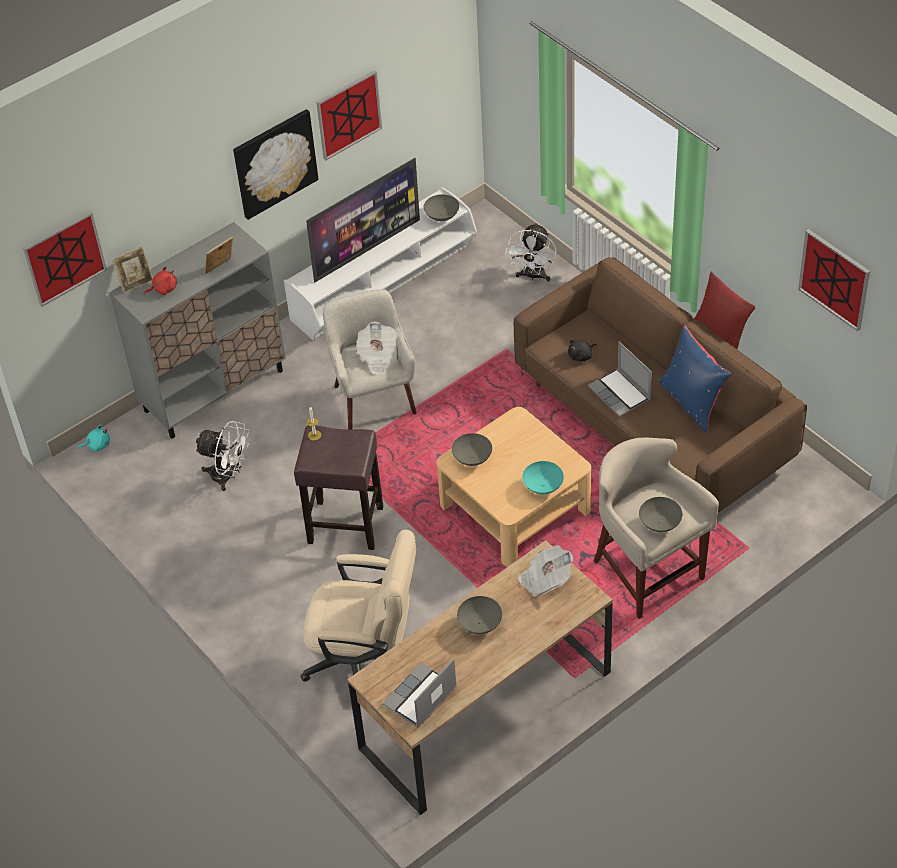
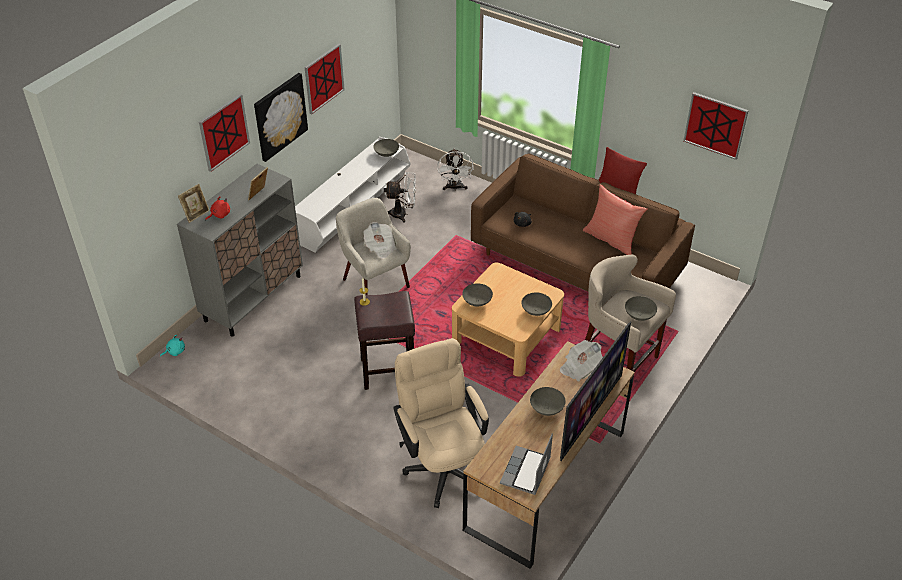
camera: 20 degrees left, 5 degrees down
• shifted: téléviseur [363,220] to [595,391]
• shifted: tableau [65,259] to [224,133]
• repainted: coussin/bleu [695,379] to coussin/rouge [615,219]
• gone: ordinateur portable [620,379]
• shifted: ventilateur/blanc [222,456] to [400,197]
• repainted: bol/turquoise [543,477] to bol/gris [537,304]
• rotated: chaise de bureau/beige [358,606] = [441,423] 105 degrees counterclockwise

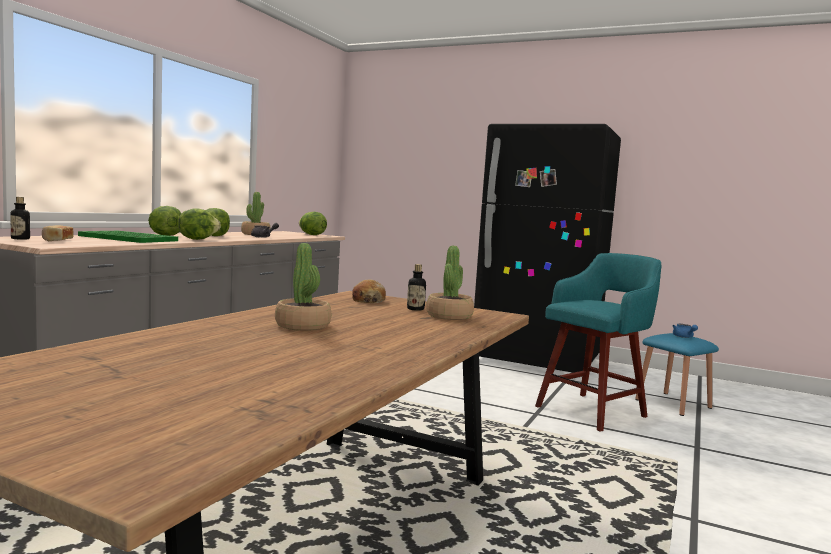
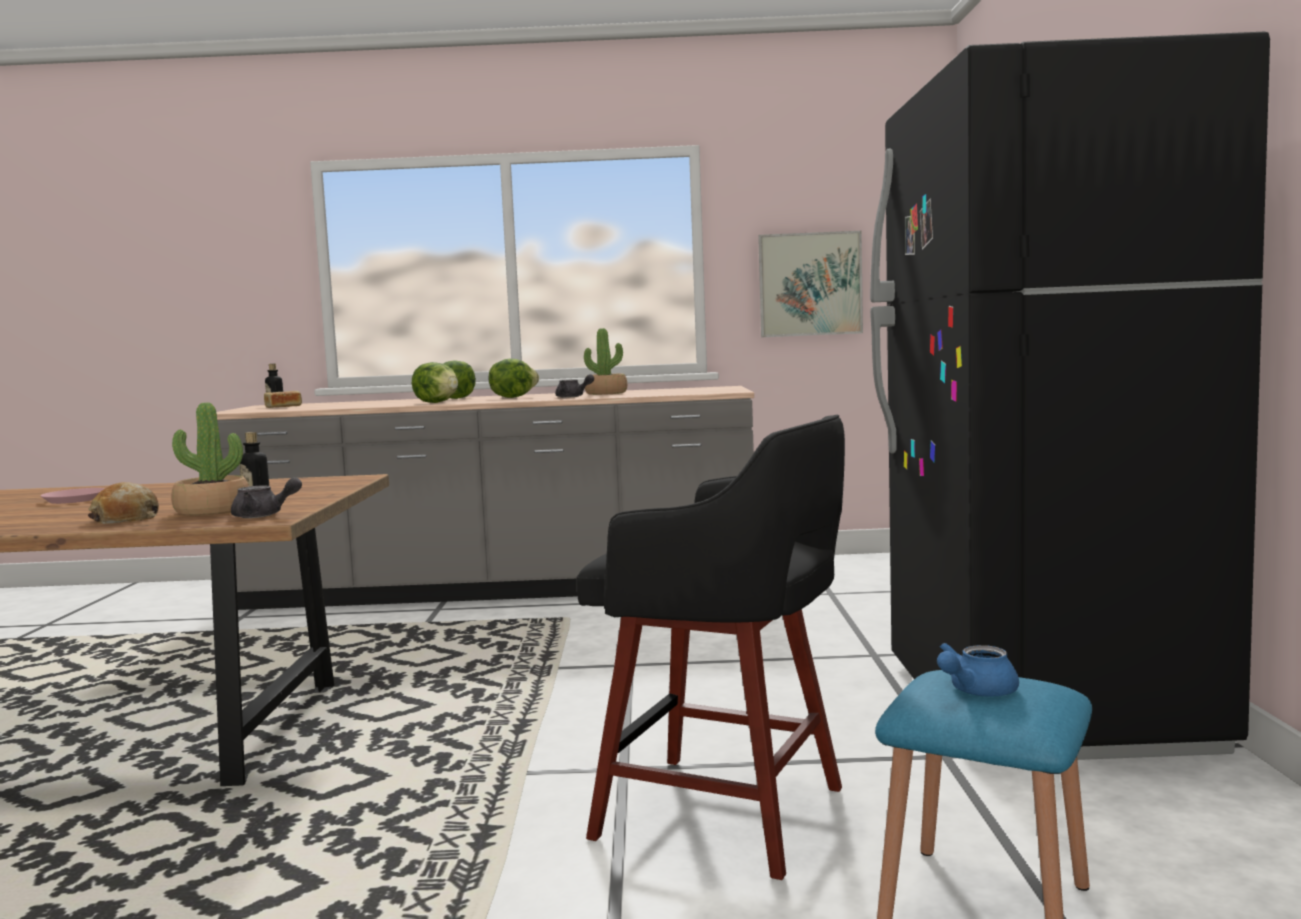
camera: 65 degrees right, 0 degrees up
• gone: laitue [313,223]
• gone: plateau/vert [128,237]
• swapped: plante en pot [303,287] to assiette/rose [73,496]
• repainted: tabouret/turquoise [598,342] to tabouret/noir [711,647]
• shifted: pain [369,291] to [123,503]
• new: tableau [810,284]
• new: théière/gris [266,497]

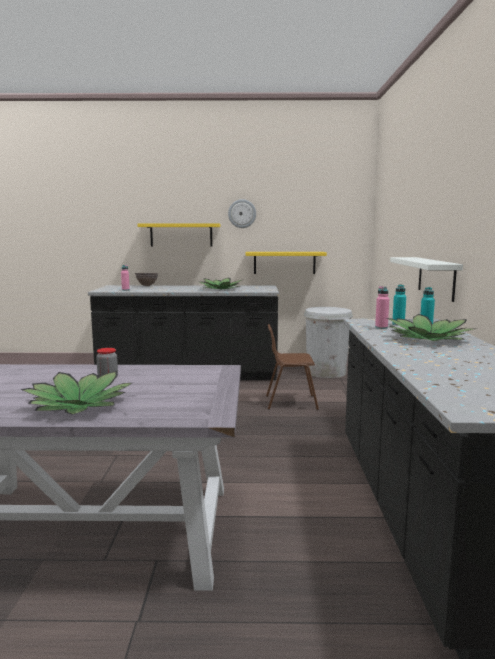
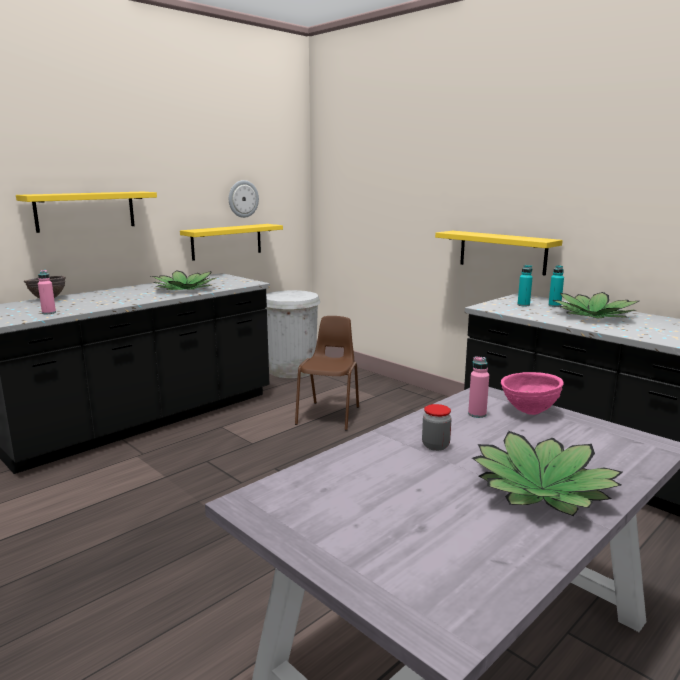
camera: 45 degrees left, 5 degrees up
• shifted: horloge murale [242,213] to [244,199]
• repainted: étagère/blanc [426,279] to étagère/jaune [499,253]
• shifted: bouteille/rose [382,307] to [478,387]
• rotated: chaise/marron [292,367] = [327,373] 150 degrees clockwise
• new: bol/rose [532,393]

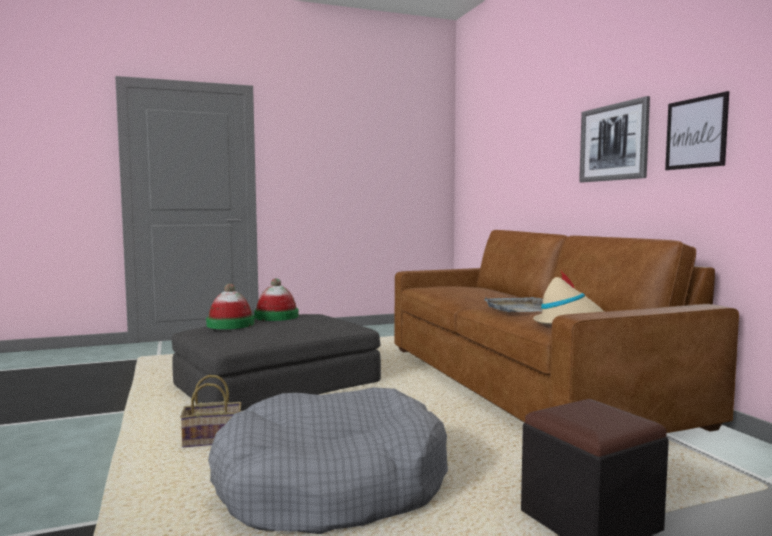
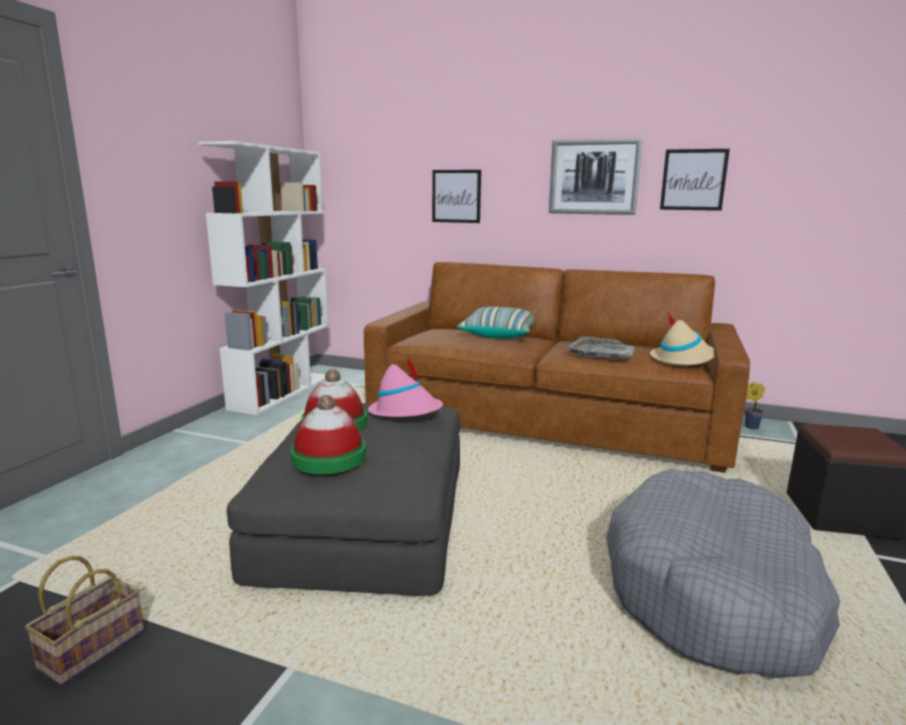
camera: 50 degrees left, 10 degrees up
• shifted: panier [210,411] to [84,621]
• new: bibliothèque/blanc [263,278]
• new: tableau [456,196]
• new: coussin [495,323]
• new: chapeau/rose [405,386]
• new: plante en pot [754,405]

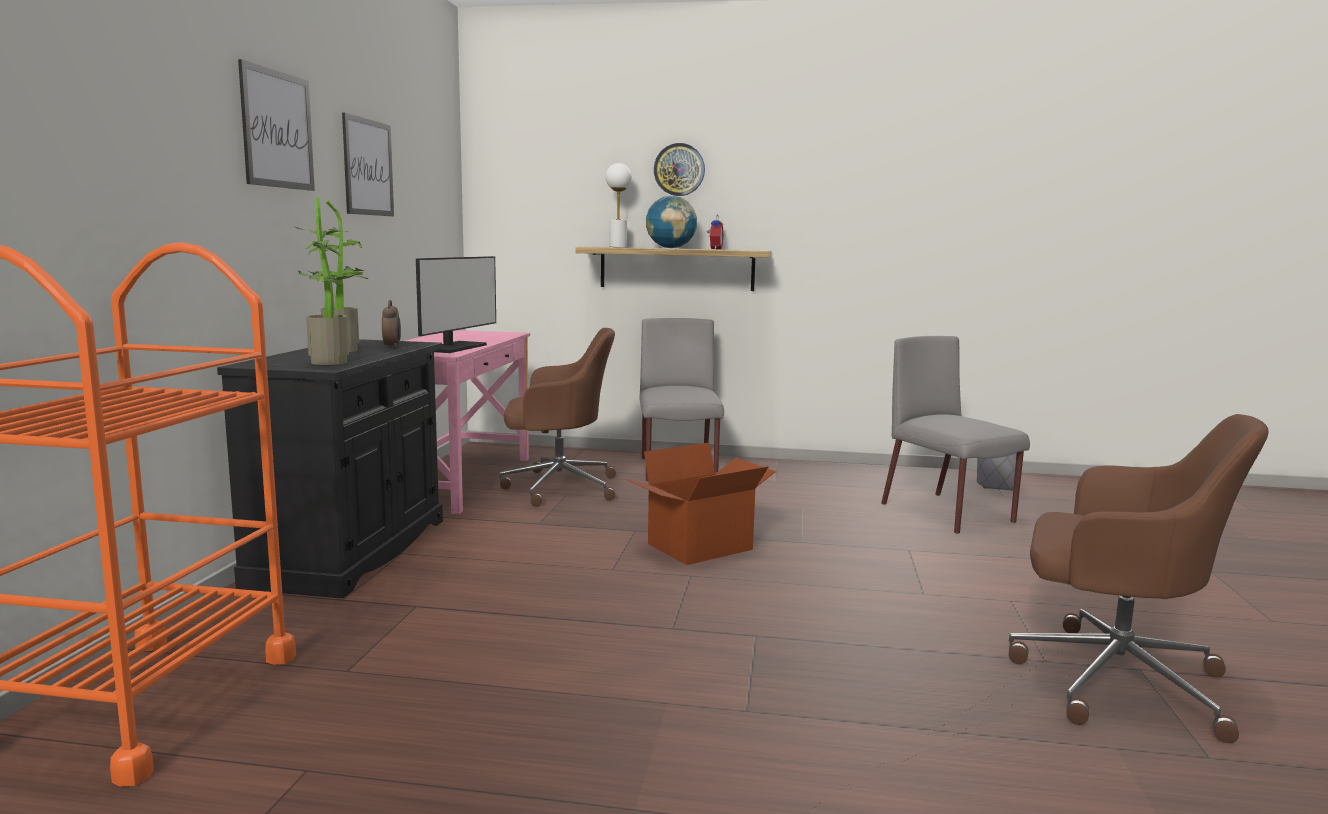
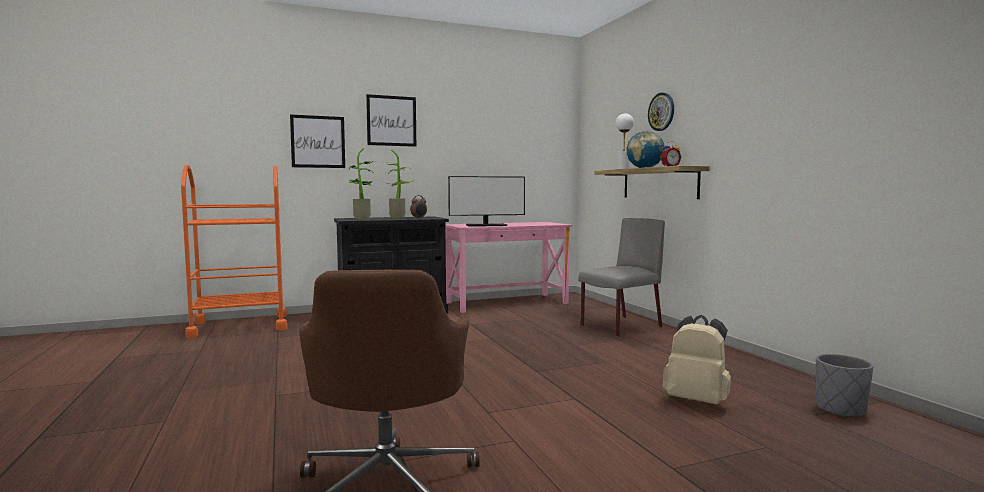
camera: 60 degrees right, 5 degrees down
• shifted: tableau [368,164] to [317,141]
• gone: chaise de bureau/marron [557,417]
• swapped: chaise/gris [955,435] to sac à dos/beige [697,359]
• gone: carton [700,503]

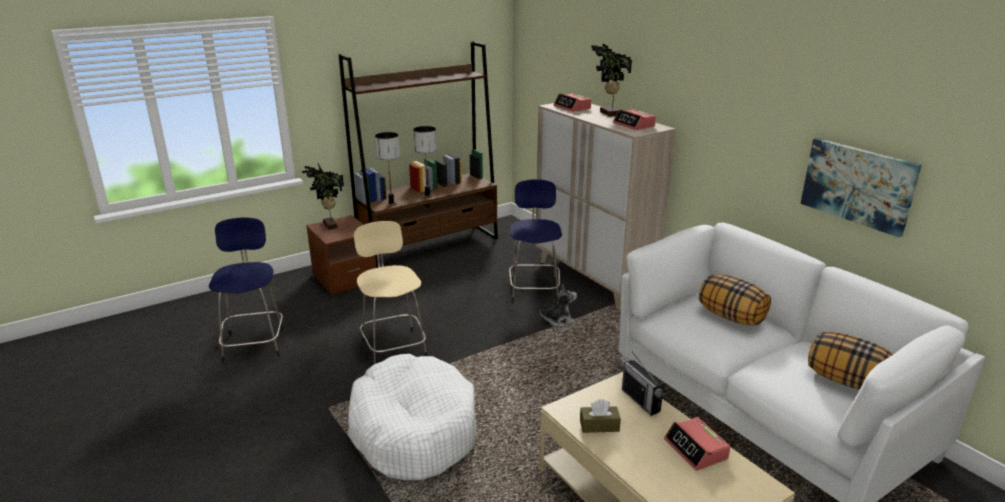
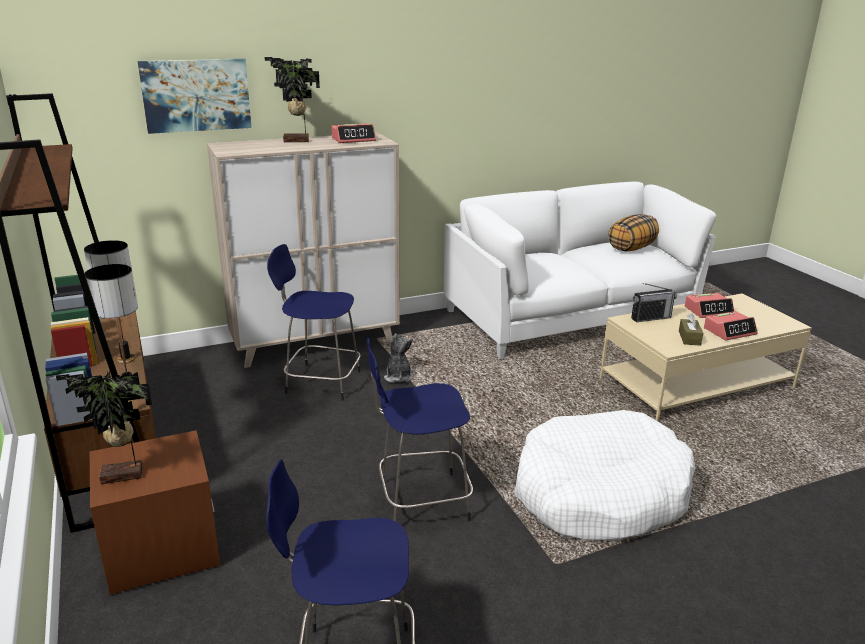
camera: 80 degrees left, 0 degrees up
• shifted: réveil [572,102] to [731,326]
• shifted: tableau [861,187] to [194,96]
• repainted: tabouret/beige [390,292] to tabouret/bleu [420,429]
• gone: coussin [735,299]

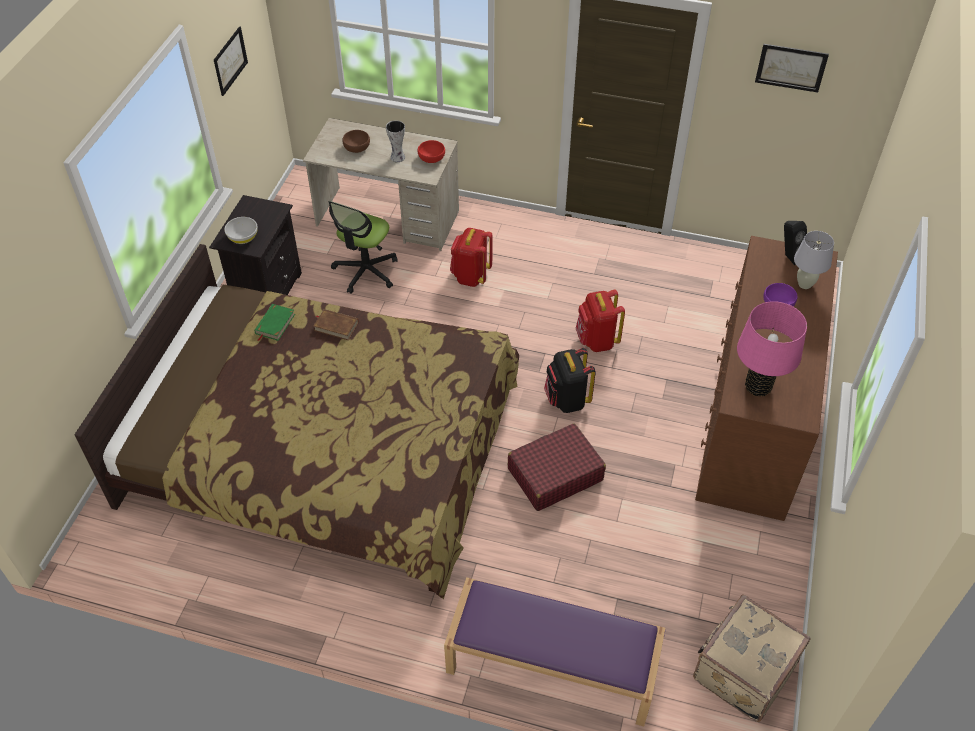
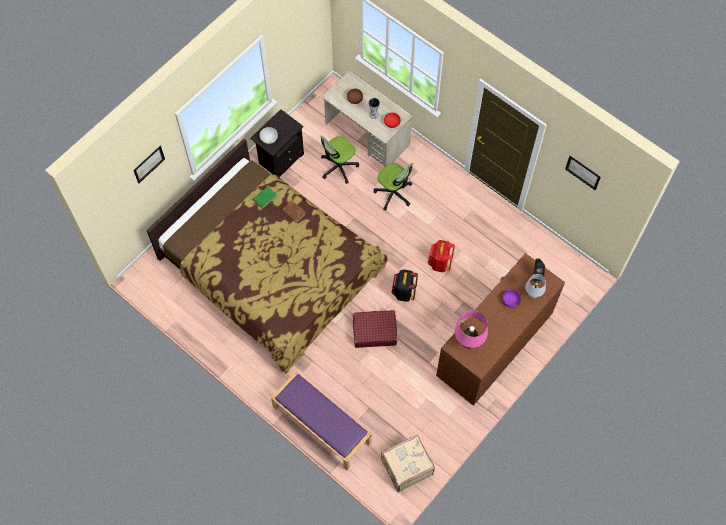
camera: 25 degrees right, 15 degrees up
• shifted: tableau [231,61] to [149,164]
• swapped: sac à dos/rouge [471,257] to chaise de bureau [393,186]

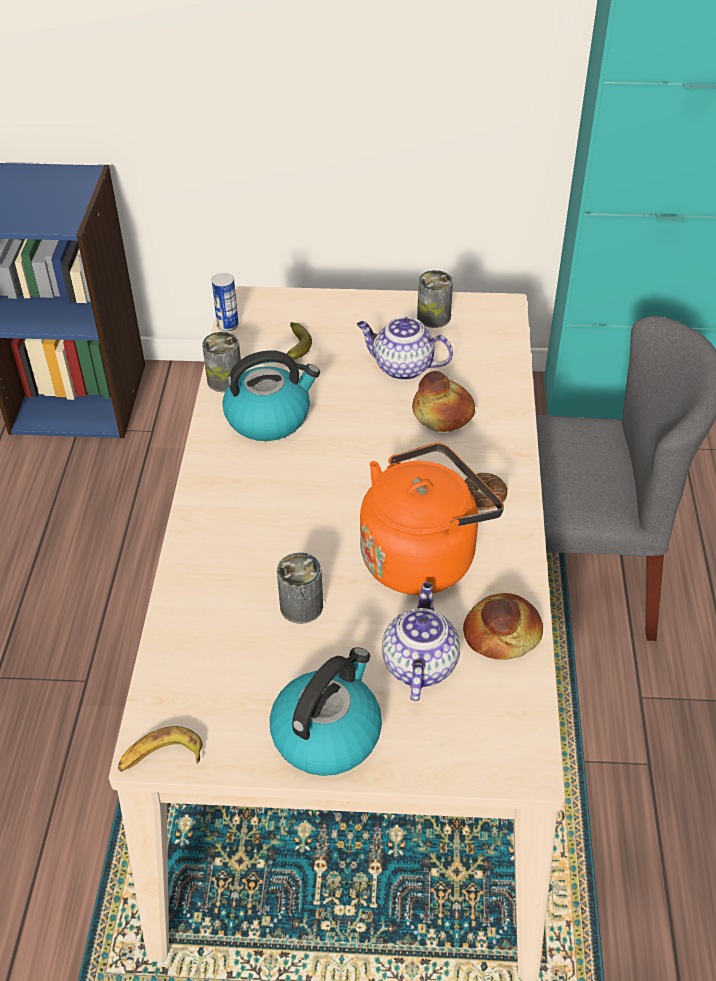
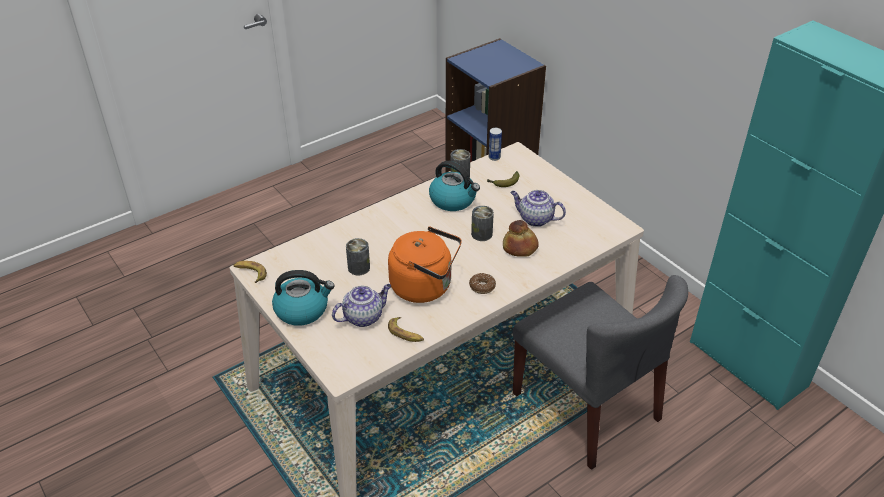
camera: 50 degrees right, 5 degrees down
• shifted: boîte métallique [435,299] to [482,223]
• rotated: théière [405,348] = [538,208] 45 degrees counterclockwise
• swapped: pain [503,626] to banane [406,329]

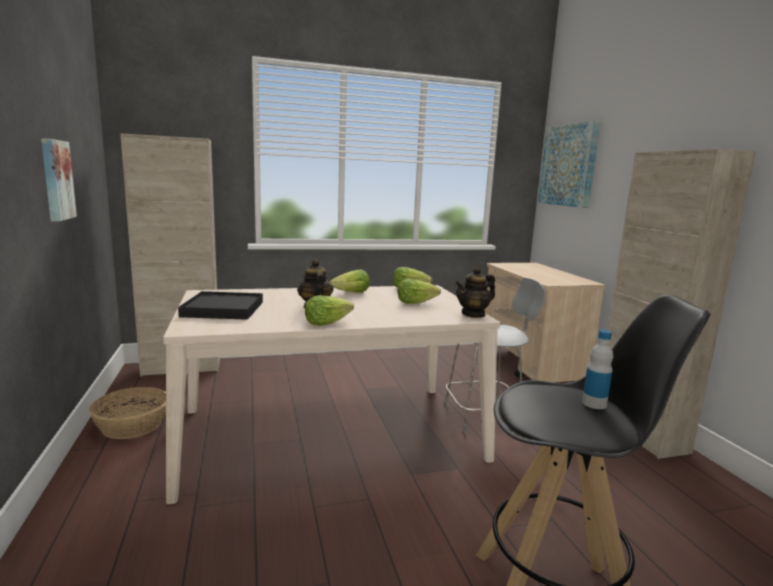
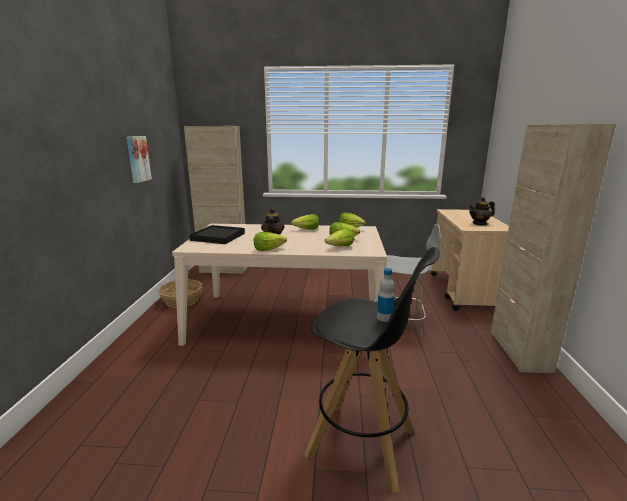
camera: 20 degrees right, 5 degrees up
• gone: tableau [569,164]
• shifted: théière [475,292] to [482,211]
• new: laitue [340,237]

